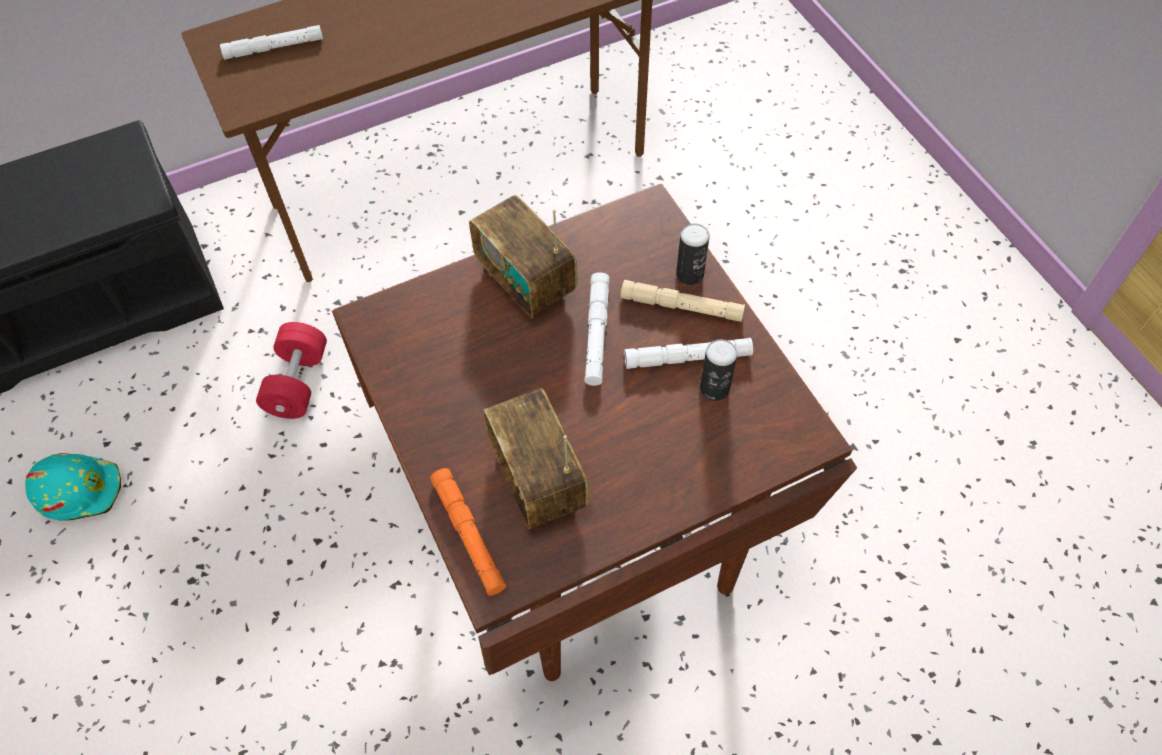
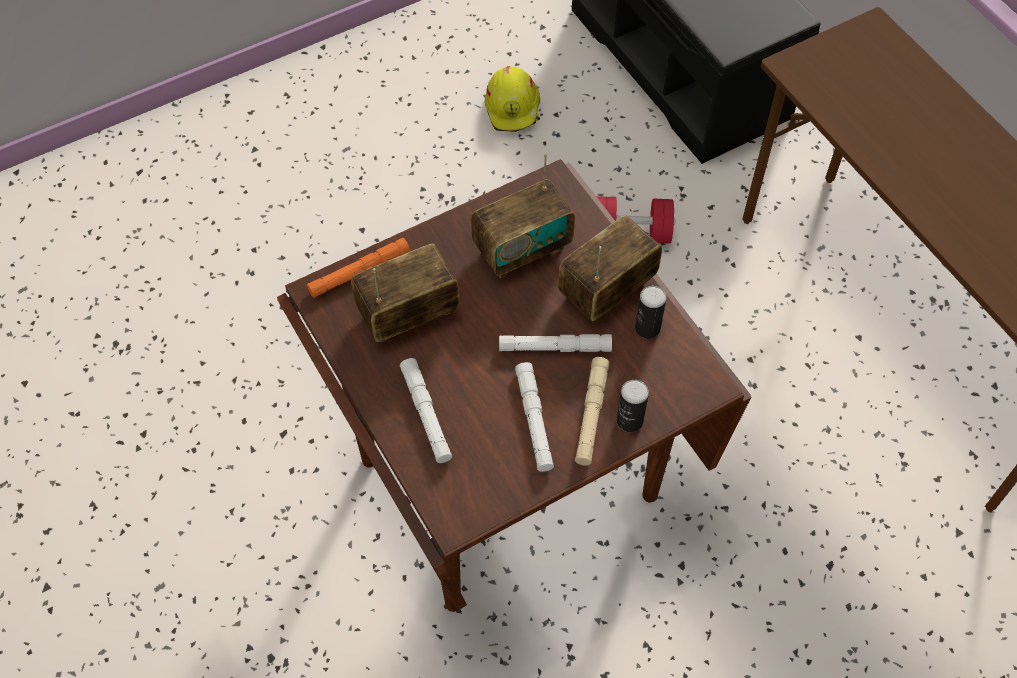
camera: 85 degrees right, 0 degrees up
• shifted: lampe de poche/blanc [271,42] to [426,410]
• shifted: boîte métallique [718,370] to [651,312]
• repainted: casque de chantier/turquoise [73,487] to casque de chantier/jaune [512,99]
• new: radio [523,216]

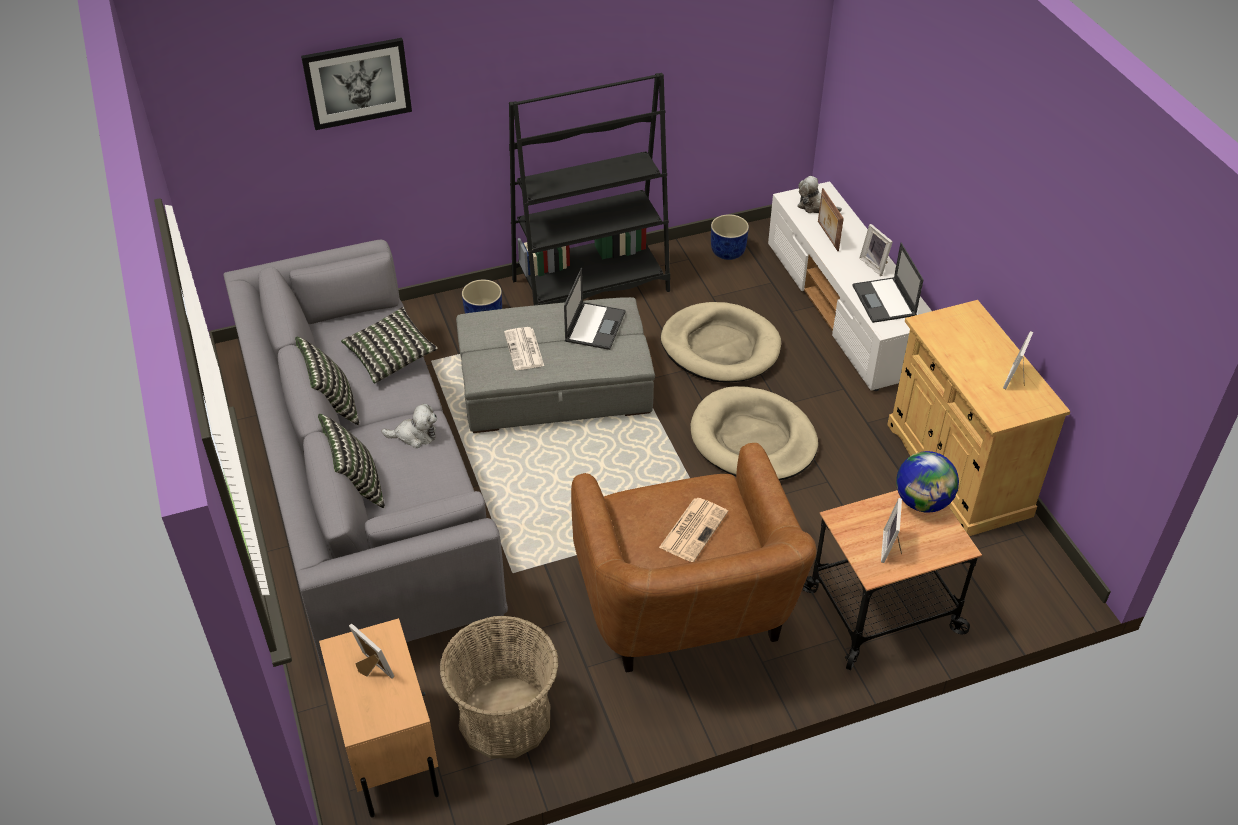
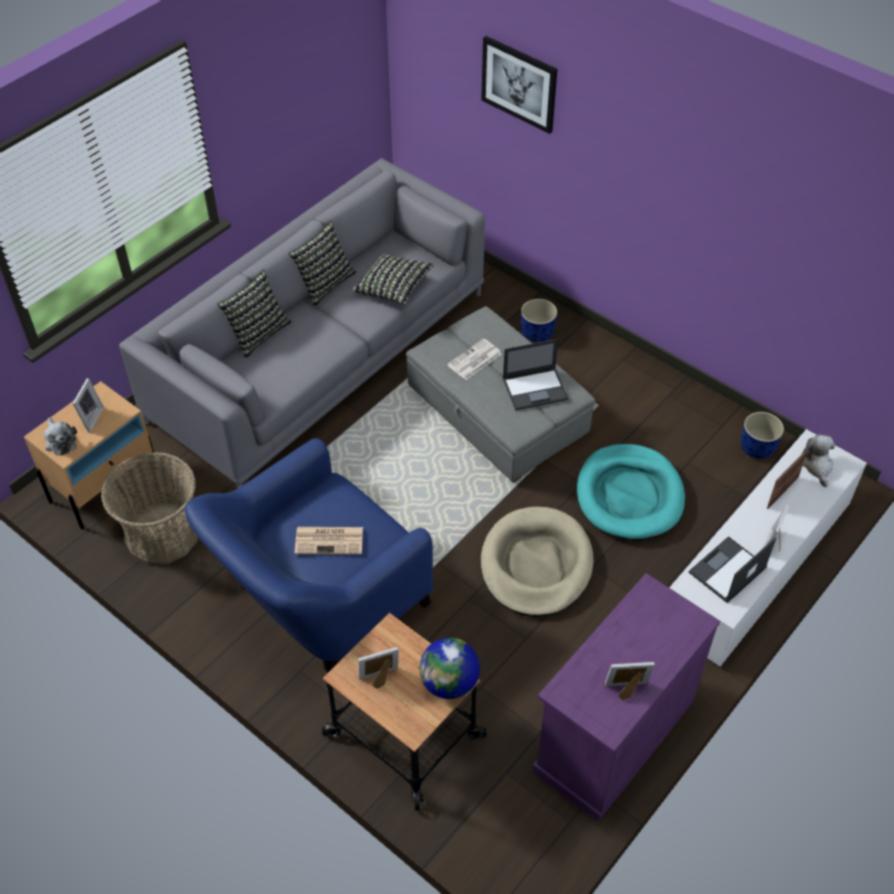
camera: 60 degrees right, 5 degrees up
• gone: bibliothèque/noir [589,189]
• repainted: meuble de rangement/beige [979,418] to meuble de rangement/violet [626,697]
• repainted: panier pour chien/beige [721,342] to panier pour chien/turquoise [631,492]
• shifted: peluche [409,426] to [60,436]
• repainted: fauteuil/marron [694,557] to fauteuil/bleu [309,555]

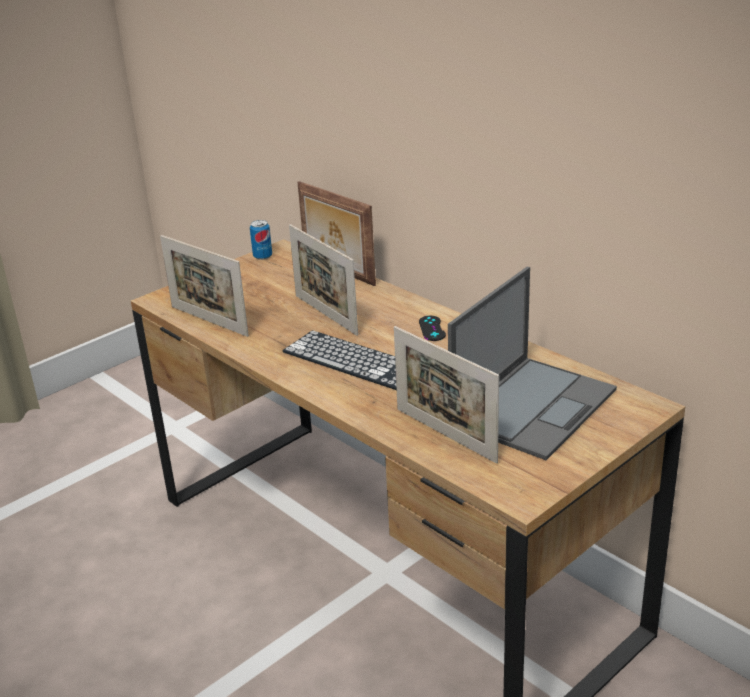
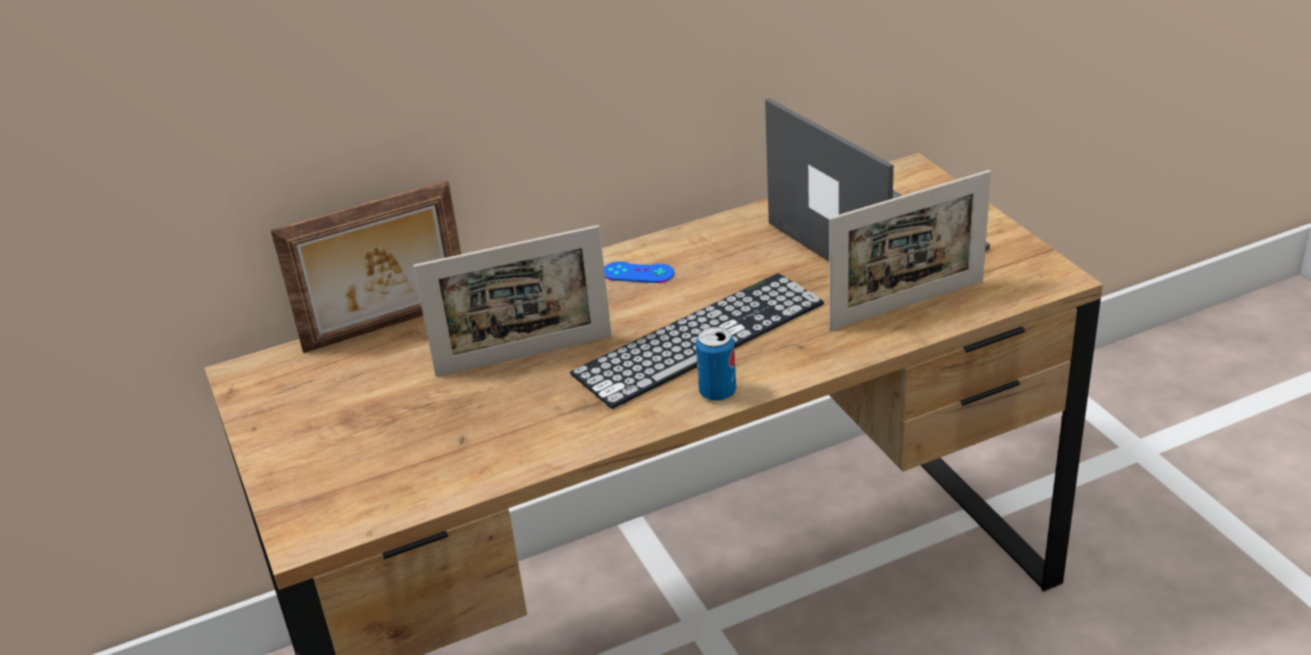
camera: 70 degrees left, 5 degrees up
• shifted: boîte métallique [261,240] to [716,364]
• gone: cadre photo [204,286]
• repainted: manette/noir [432,328] to manette/bleu [639,272]

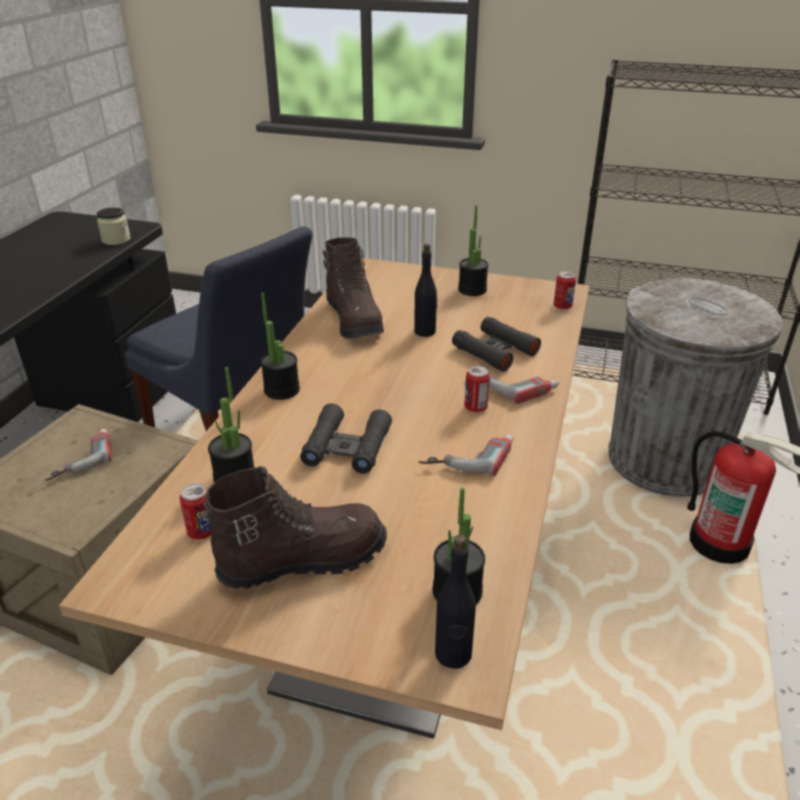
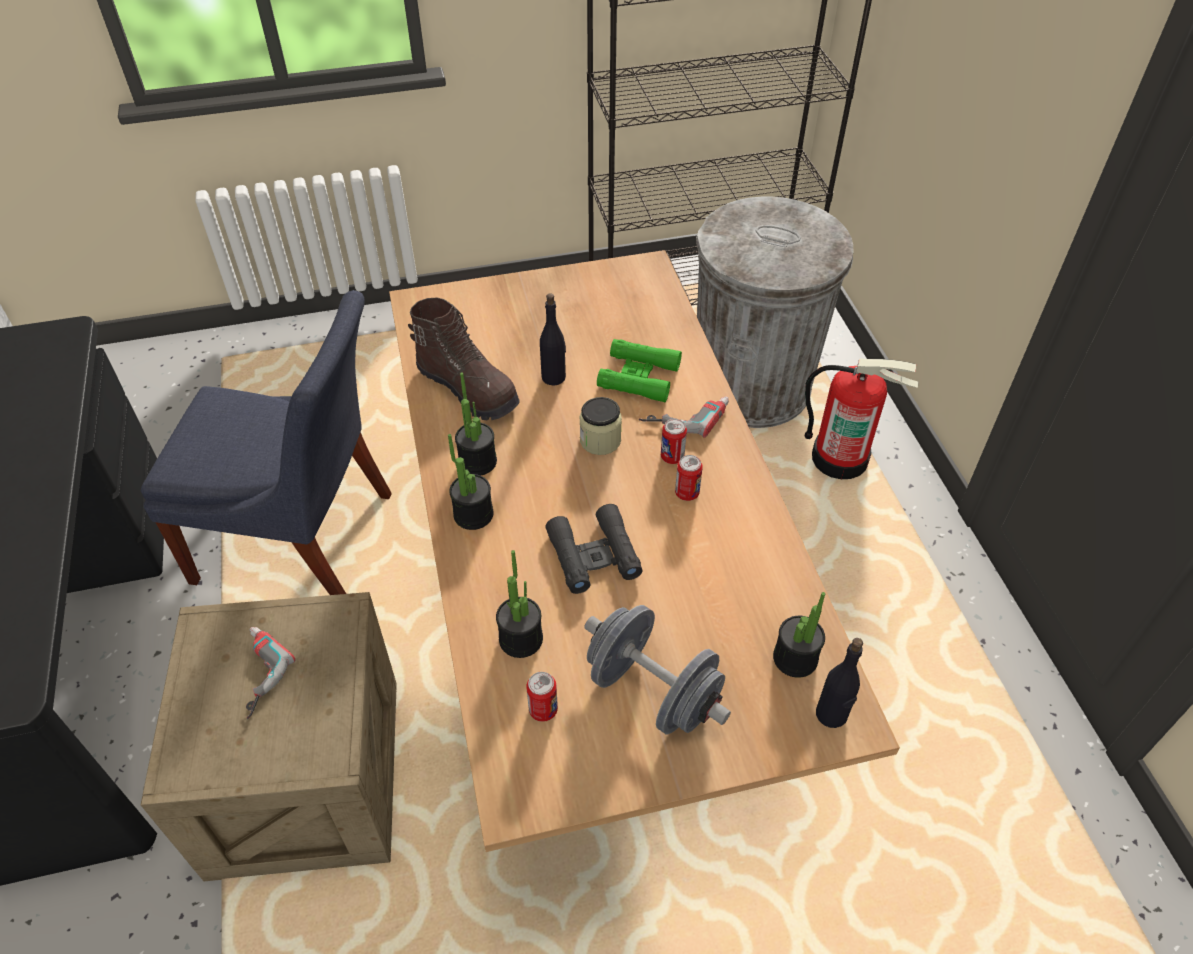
camera: 30 degrees left, 15 degrees up
• shifted: plante en pot [473,250] to [476,424]
• shifted: bocal [114,226] to [600,426]
• shifted: boîte métallique [564,290] to [689,478]
• repainted: jumelles/noir [496,344] to jumelles/vert [639,370]
• gone: perceuse [466,455]
• swapped: botte/marron [295,527] to haltère/gris [657,669]

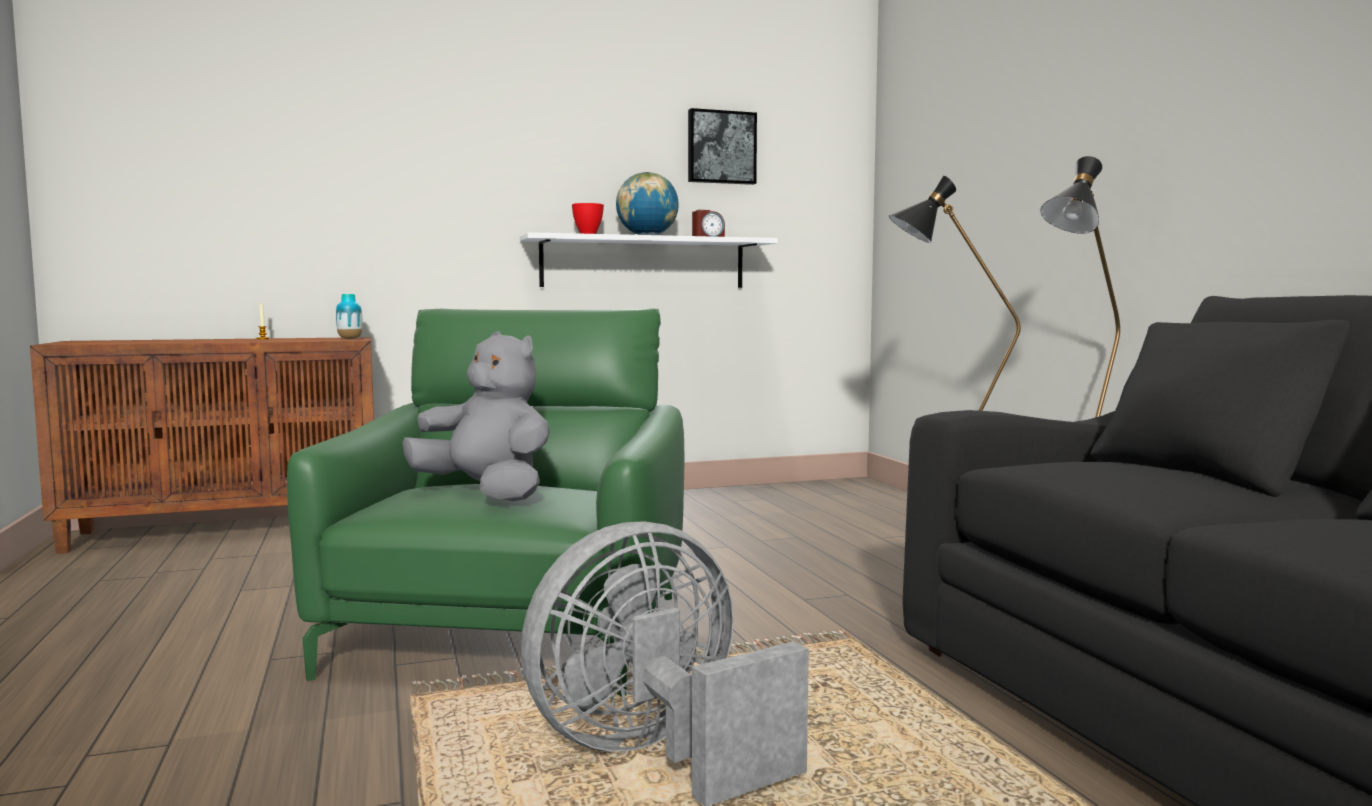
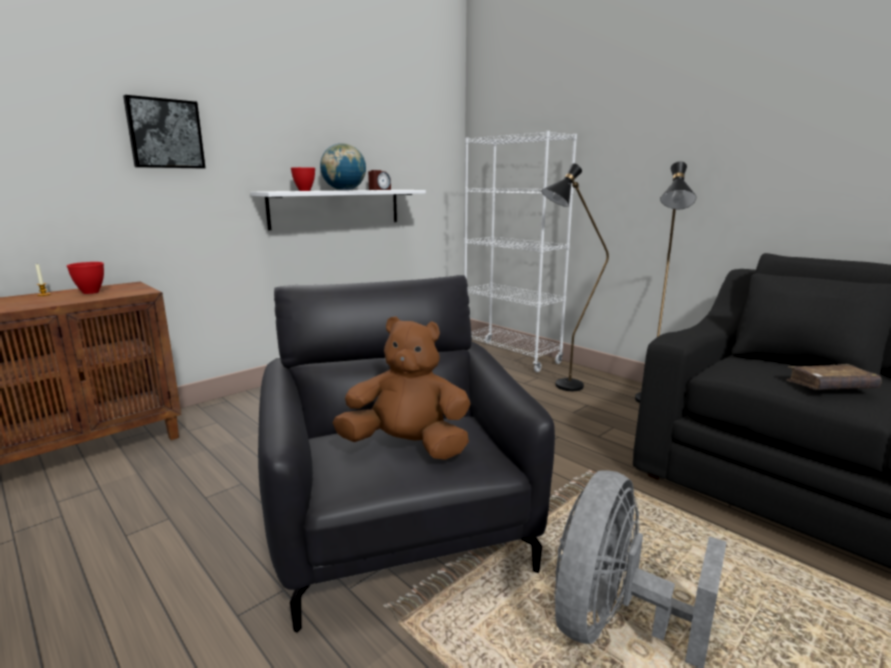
camera: 25 degrees left, 10 degrees up
• shifted: tableau [722,146] to [164,131]
• gone: vase [349,316]
• repainted: fauteuil/vert [485,502] to fauteuil/noir [406,454]
• repainted: peluche/gris [476,416] to peluche/marron [401,388]
• new: bibliothèque/blanc [520,251]
• new: bol/rouge [85,278]
• new: livre/marron [834,377]

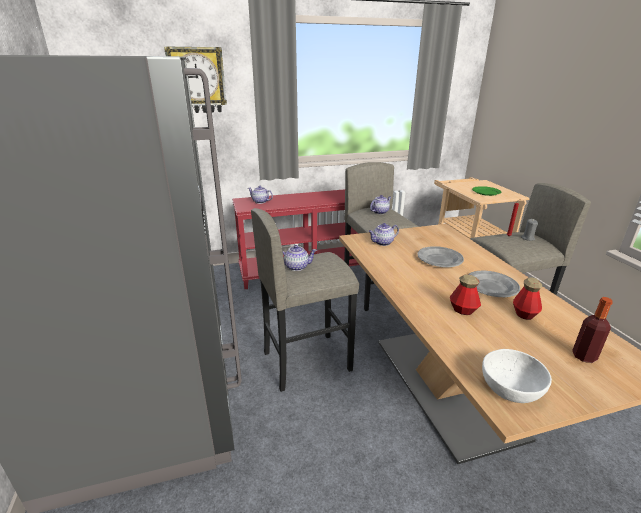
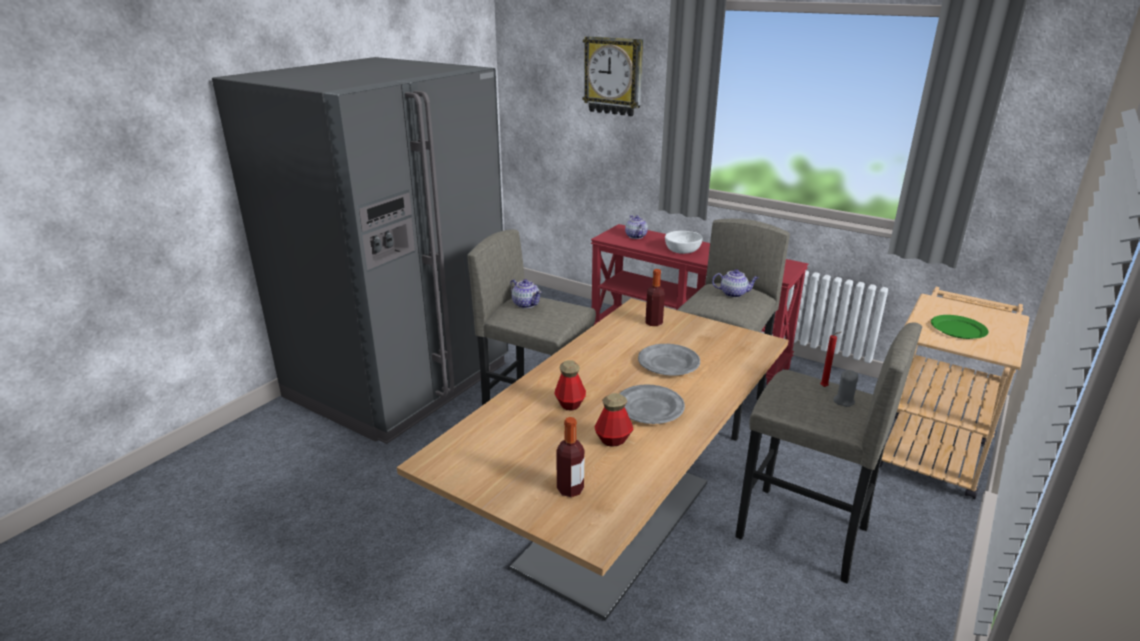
camera: 50 degrees right, 0 degrees up
• swapped: théière [383,234] to bouteille [655,297]
• shifted: bol/blanc [517,376] to [684,242]

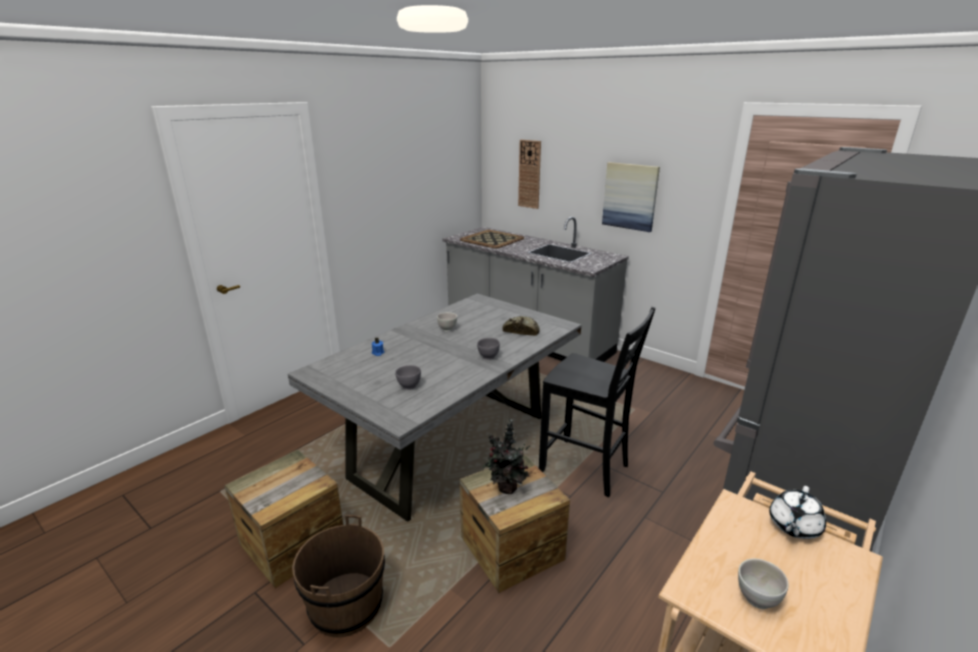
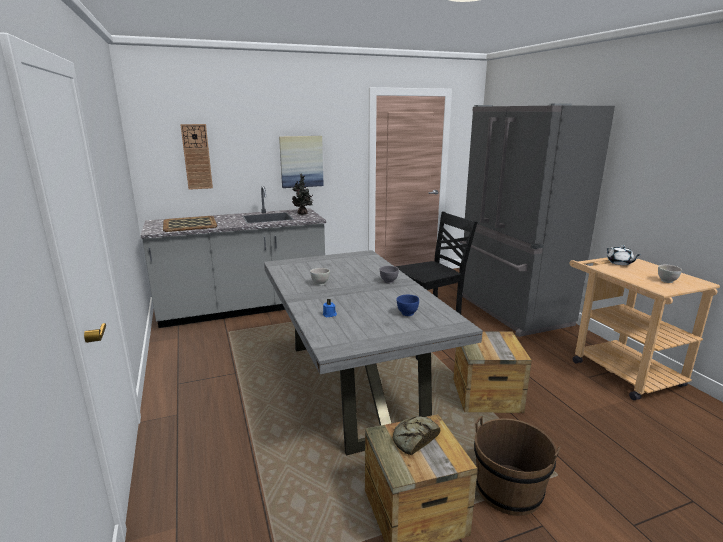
camera: 60 degrees left, 5 degrees down
• shifted: pain [521,326] to [416,435]
• repainted: bol/gris [408,377] to bol/bleu [407,305]
• shifted: plante en pot [507,456] to [302,194]

